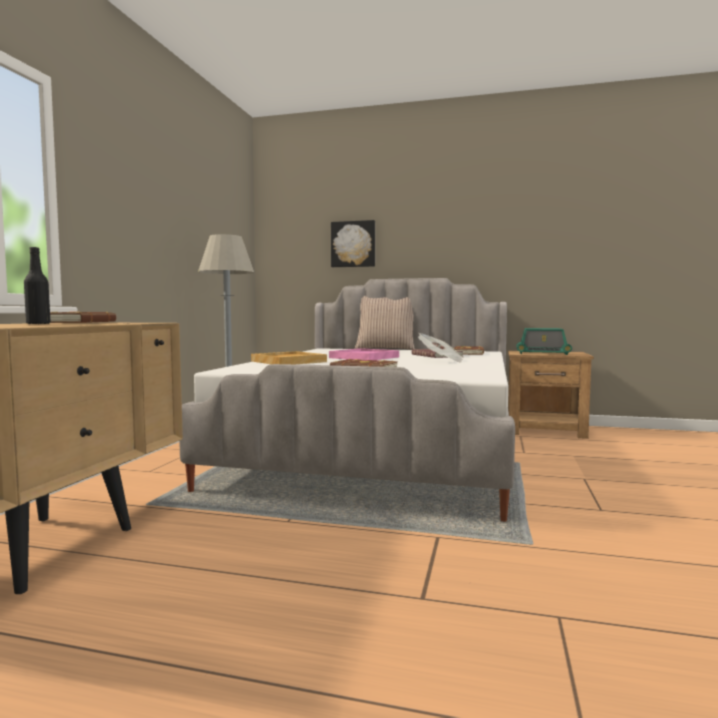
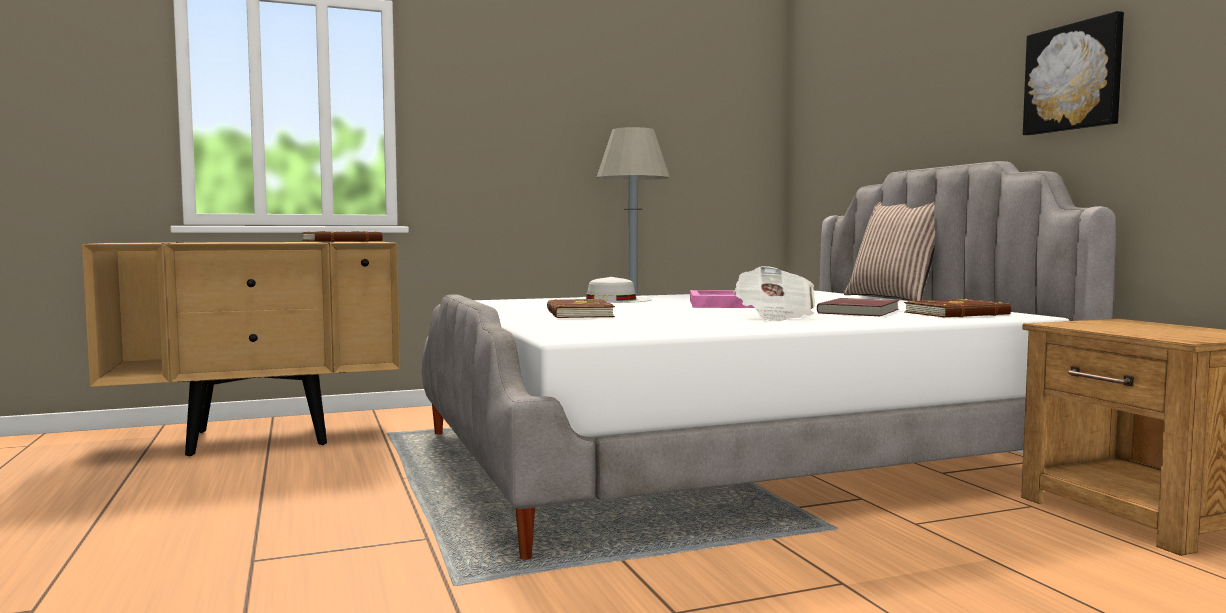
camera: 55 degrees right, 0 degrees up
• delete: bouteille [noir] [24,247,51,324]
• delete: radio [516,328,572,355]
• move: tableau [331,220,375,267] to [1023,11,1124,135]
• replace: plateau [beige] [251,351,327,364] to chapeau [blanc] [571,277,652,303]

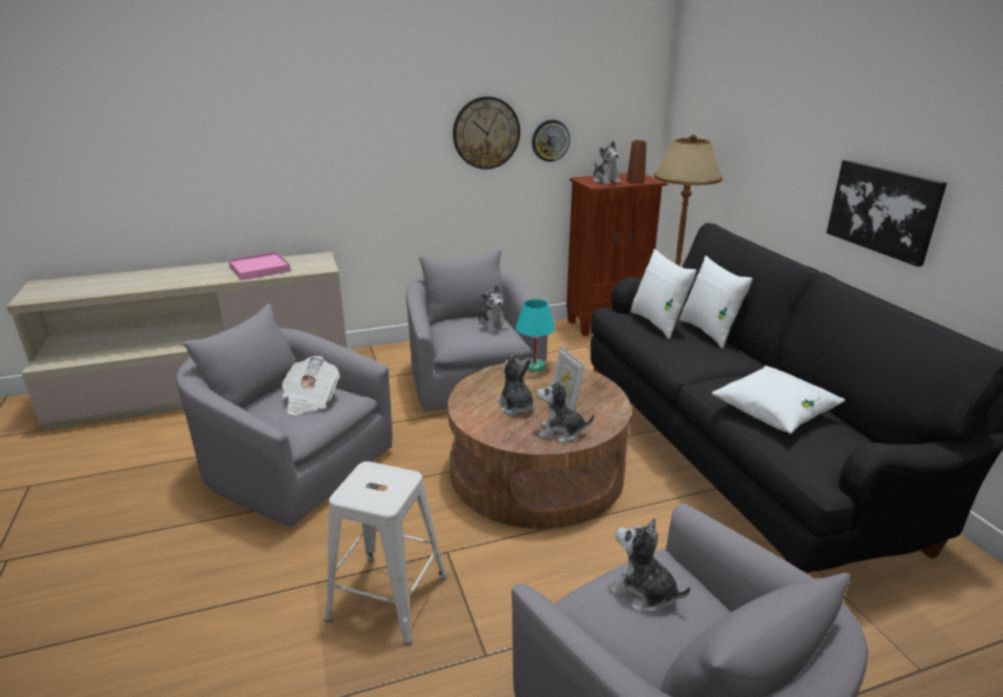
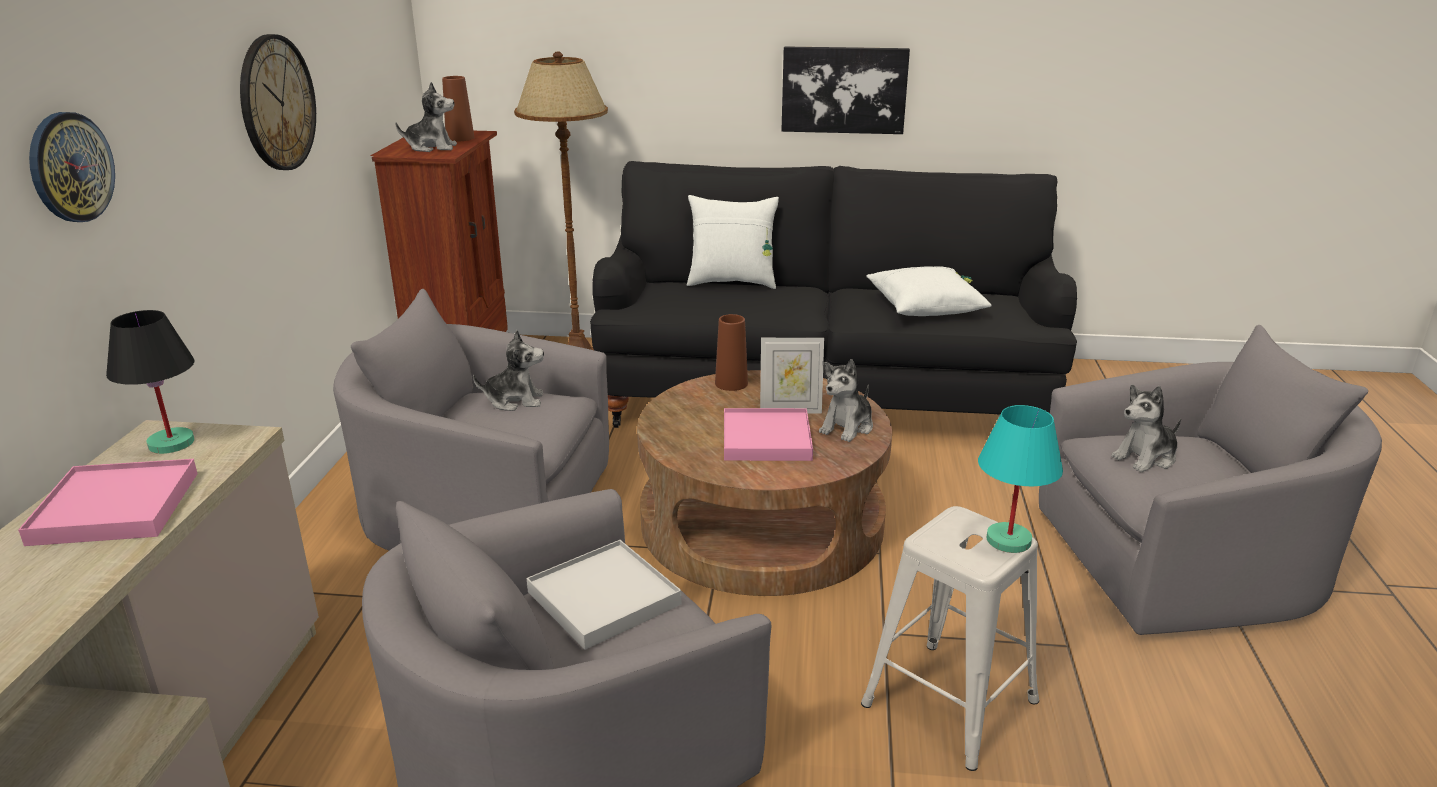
camera: 65 degrees left, 0 degrees up
• delete: coussin [blanc] [630,249,697,339]
• insert: lampe de table [noir] [106,310,194,454]
• insert: vase [marron] [715,314,748,391]
• move: lampe de table [turquoise] [516,299,555,372] to [978,405,1063,553]
• move: horloge murale [532,120,570,162] to [29,112,115,222]
• replace: journal [281,356,340,415] to plateau [blanc] [526,540,682,650]
• replace: peluche [497,355,535,416] to plateau [rose] [724,408,813,461]

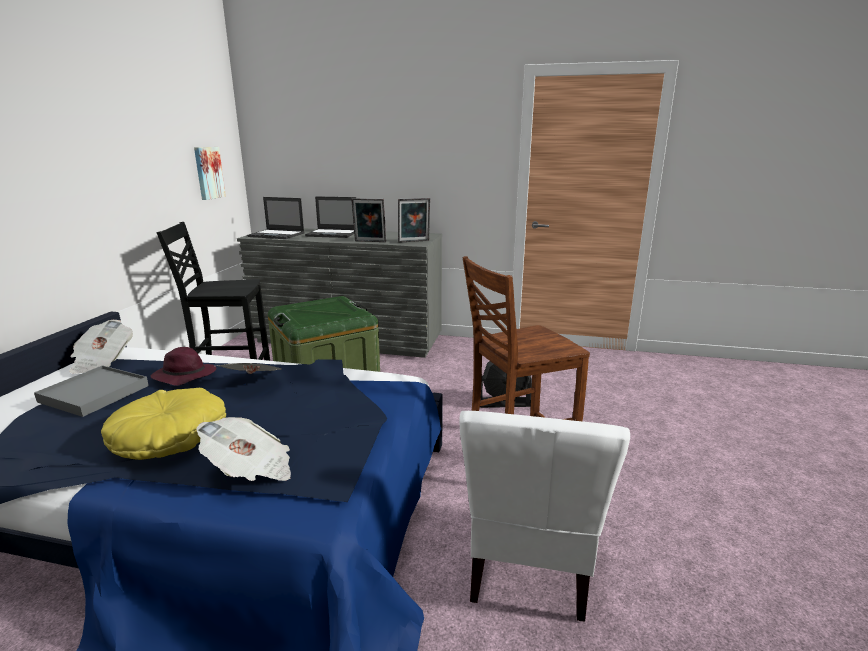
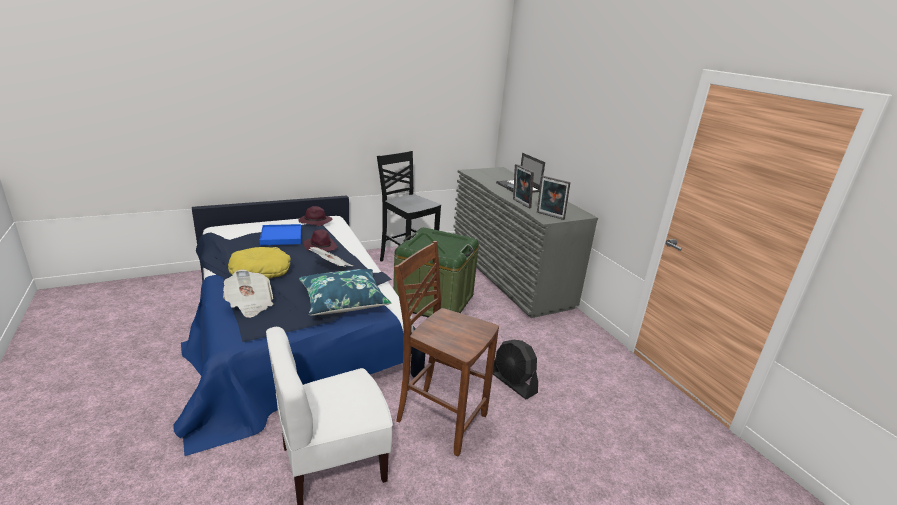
camera: 50 degrees right, 5 degrees up
• delete: tableau [194,147,226,200]
• delete: ordinateur portable [247,197,305,239]
• insert: coussin [bleu] [299,269,391,316]
• replace: journal [70,320,133,374] to chapeau [violet] [298,206,332,226]
• recolor: plateau [gris] [34,365,149,417] to plateau [bleu] [260,224,301,246]

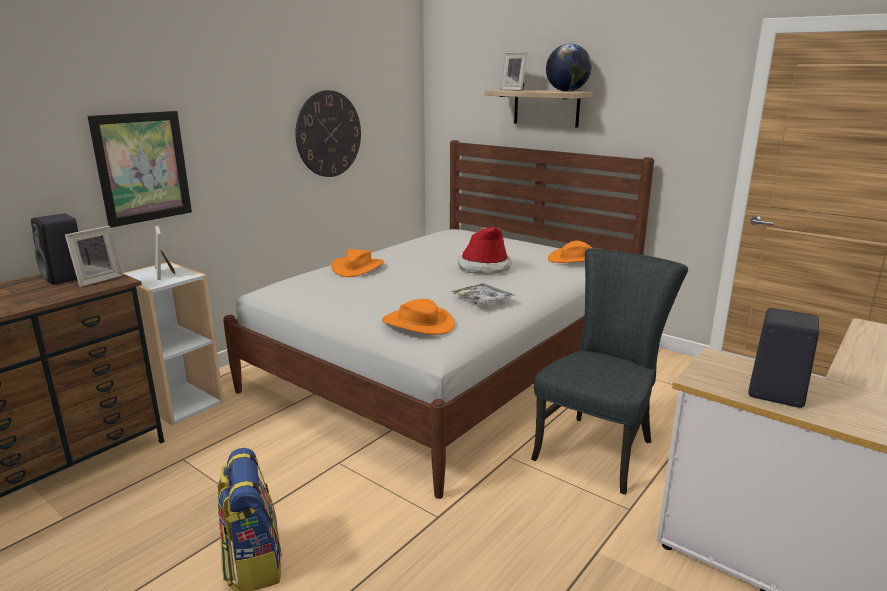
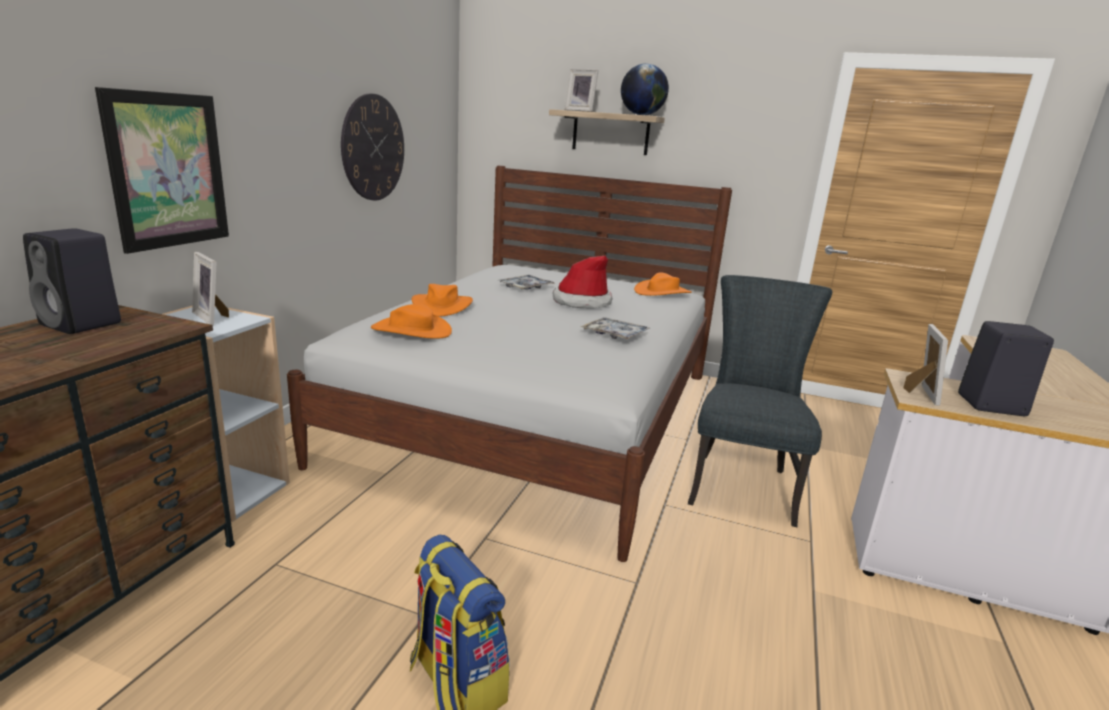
camera: 20 degrees left, 0 degrees up
• insert: plateau [499,275,555,290]
• move: cadre photo [65,226,123,287] to [903,324,948,406]
• move: chapeau [orange] [382,299,455,335] to [371,304,452,339]

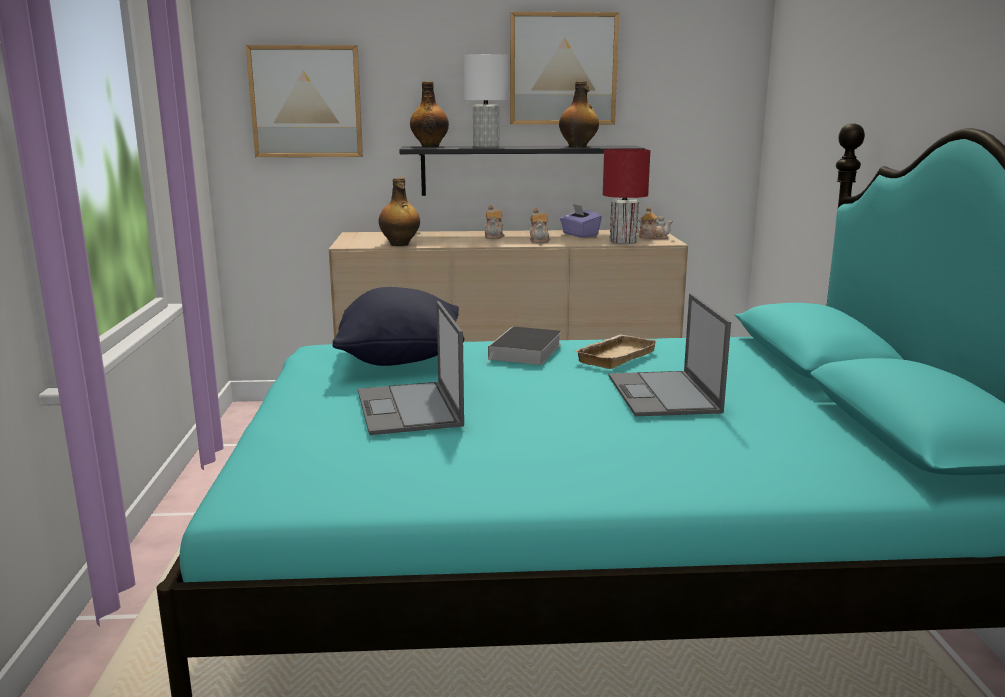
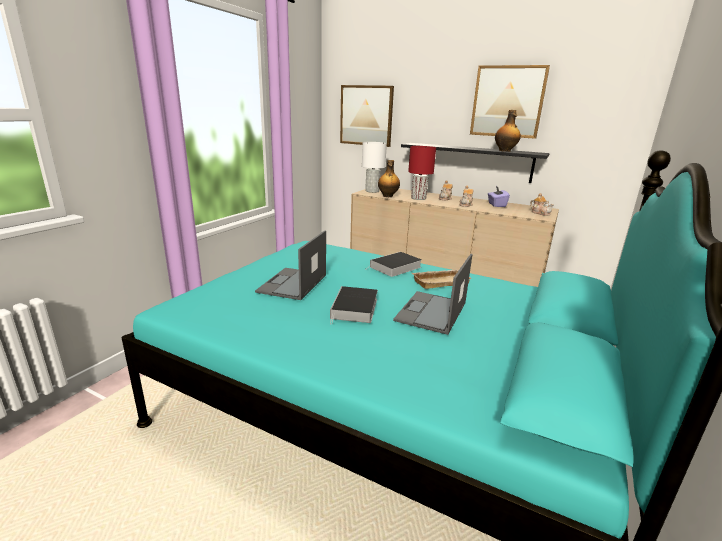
camera: 30 degrees right, 5 degrees up
• delete: coussin [noir] [332,287,464,366]
• delete: bouteille [410,81,449,147]
• insert: livre [330,286,378,324]
• move: lampe de table [blanc] [464,54,508,148] to [362,142,387,193]
• move: lampe de table [rouge] [603,149,650,244] to [408,146,436,200]

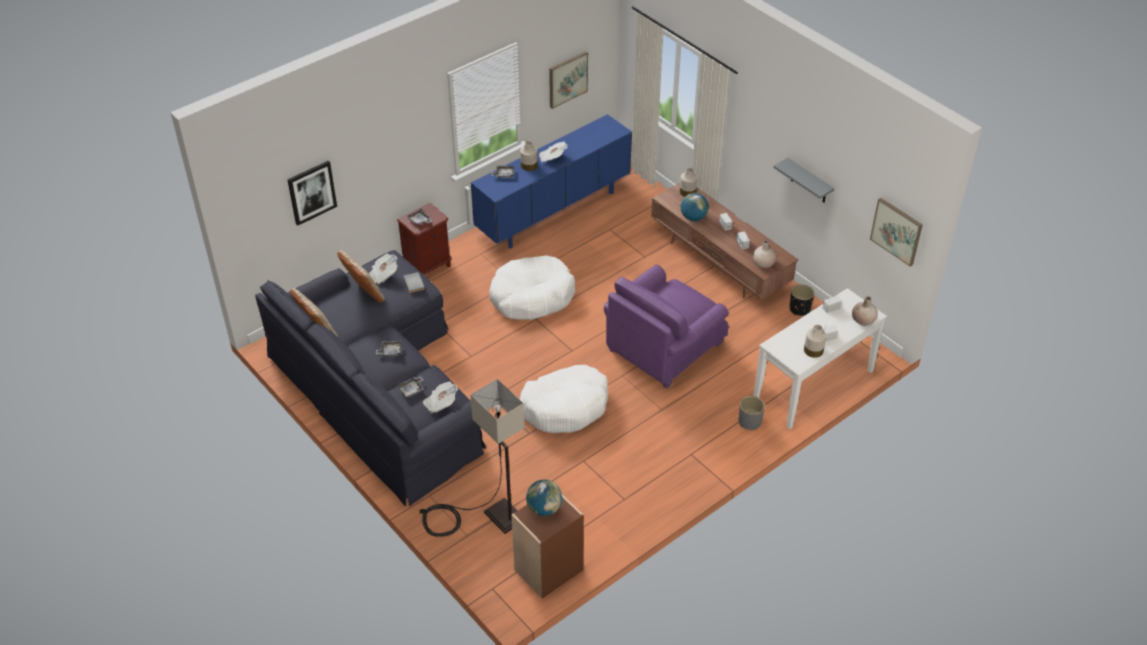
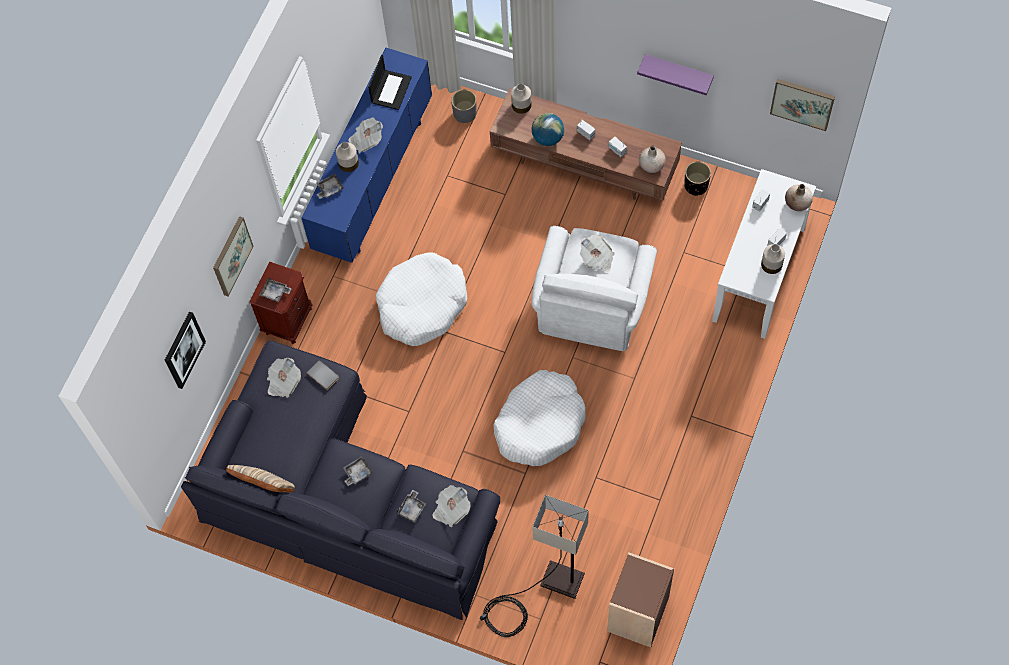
camera: 25 degrees left, 20 degrees up
• delete: coussin [beige] [337,250,384,302]
• delete: globe [526,480,562,516]
• insert: ordinateur portable [368,54,412,110]
• insert: journal [580,235,615,272]
• move: tableau [549,51,588,109] to [213,216,254,296]
• move: cache-pot [gris] [739,396,765,430] to [451,89,477,123]
• recolor: fauteuil [violet] [604,265,729,388] to fauteuil [blanc] [531,226,657,351]
• recolor: étagère [gris] [774,158,834,203] to étagère [violet] [637,54,714,95]

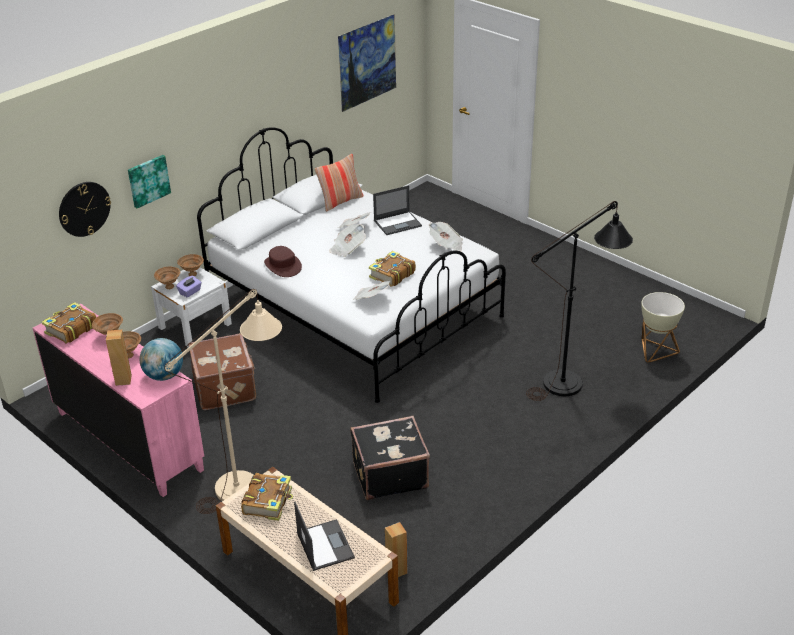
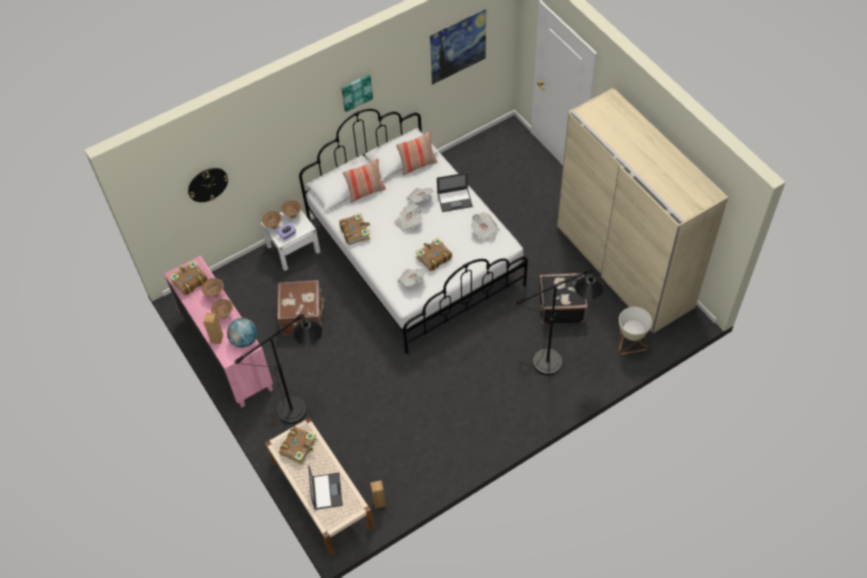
camera: 15 degrees right, 20 degrees up
• insert: coussin [343,158,386,203]
• insert: armoire [beige] [557,88,729,333]
• move: tableau [128,155,171,208] to [341,75,373,112]
• move: valise [noir] [350,416,430,500] to [539,273,588,324]
• replace: chapeau [marron] [264,246,302,277] to livre [339,213,370,245]
• recolor: lampadaire [beige] [164,289,282,514] to lampadaire [noir] [235,314,323,428]

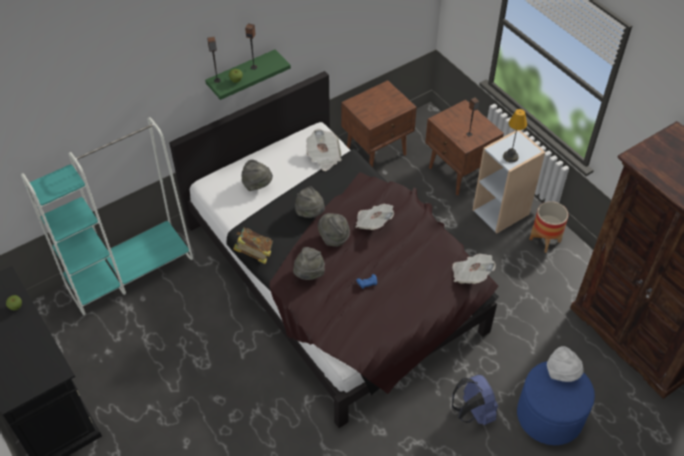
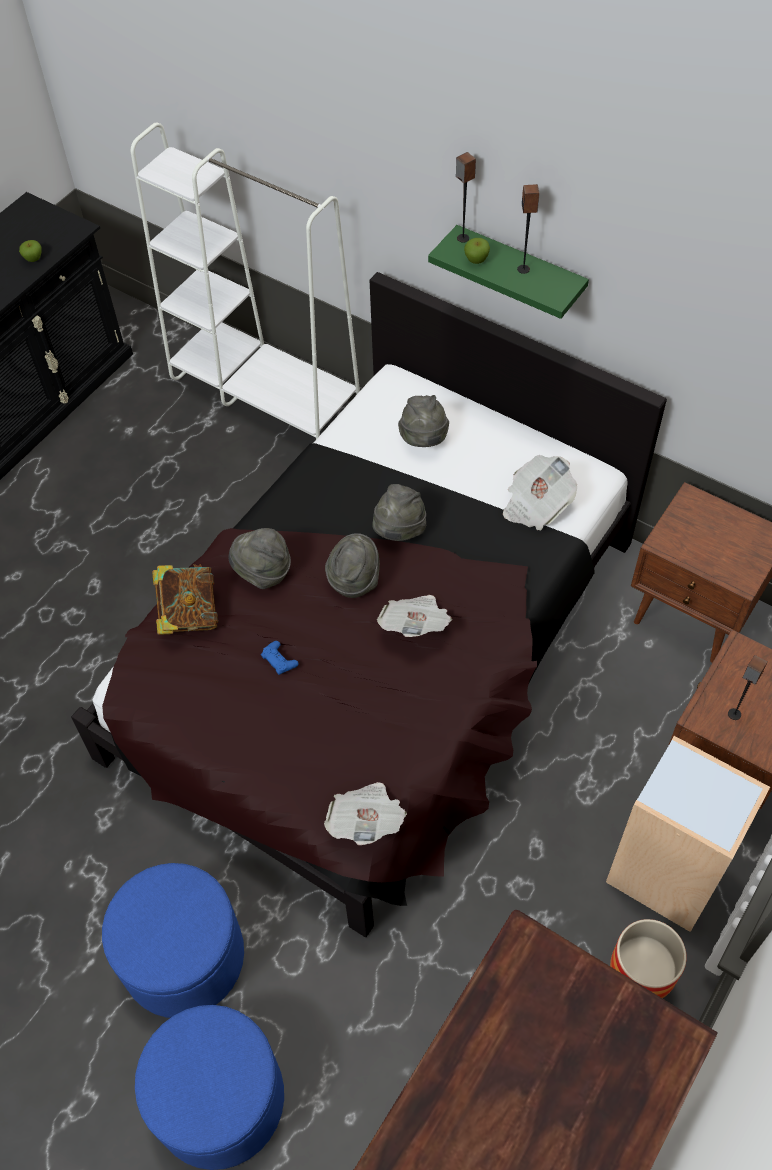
camera: 70 degrees right, 5 degrees up
• delete: lampe de table [503,109,527,163]
• delete: chapeau [blanc] [547,346,584,382]
• move: livre [233,227,273,264] to [152,564,218,635]
• replace: sac à dos [bleu] [452,375,498,425] to pouf [bleu] [102,863,244,1018]
• recolor: portant [turquoise] [21,117,193,315] to portant [blanc] [131,122,360,439]

